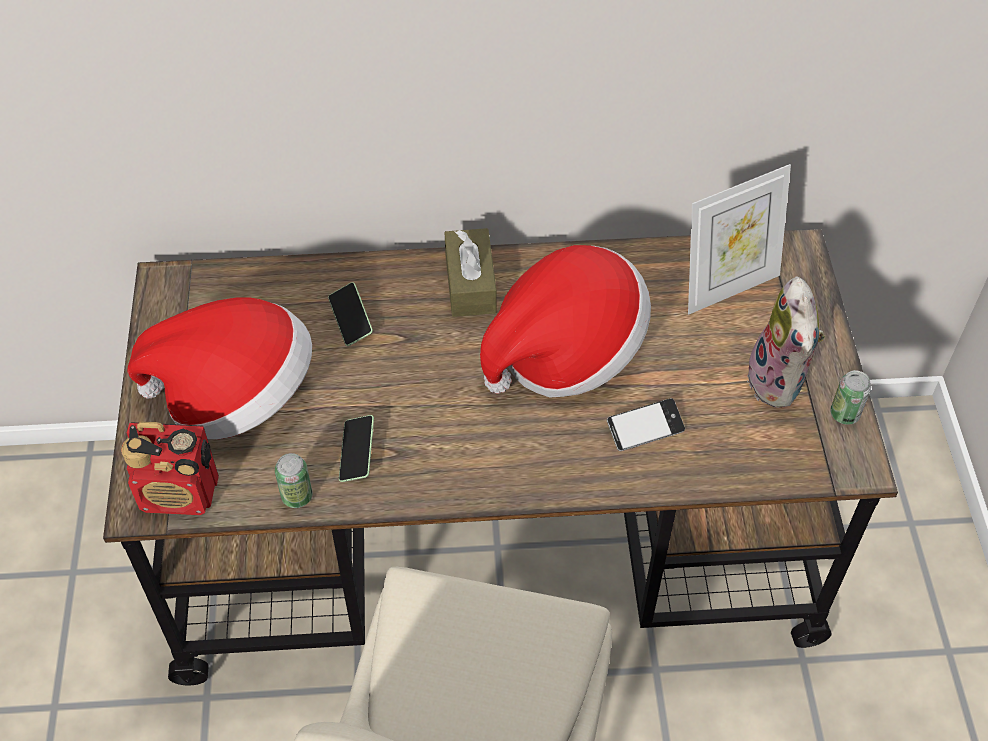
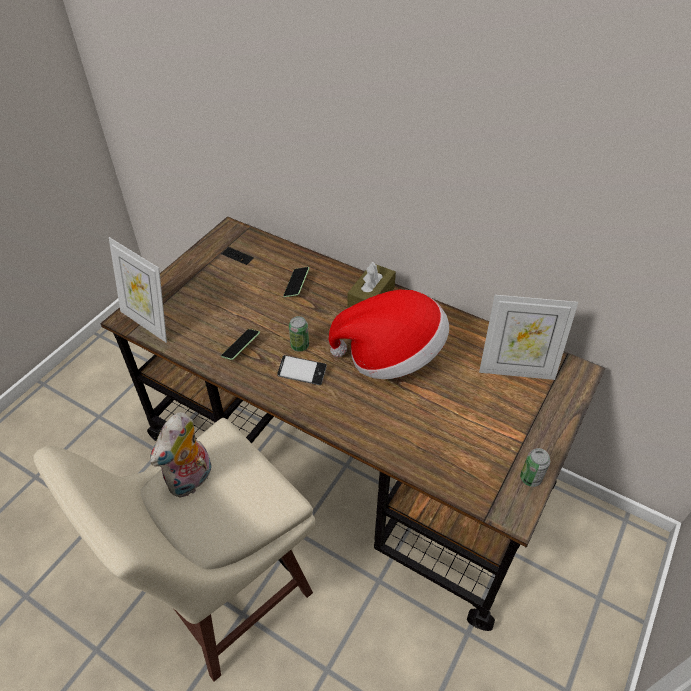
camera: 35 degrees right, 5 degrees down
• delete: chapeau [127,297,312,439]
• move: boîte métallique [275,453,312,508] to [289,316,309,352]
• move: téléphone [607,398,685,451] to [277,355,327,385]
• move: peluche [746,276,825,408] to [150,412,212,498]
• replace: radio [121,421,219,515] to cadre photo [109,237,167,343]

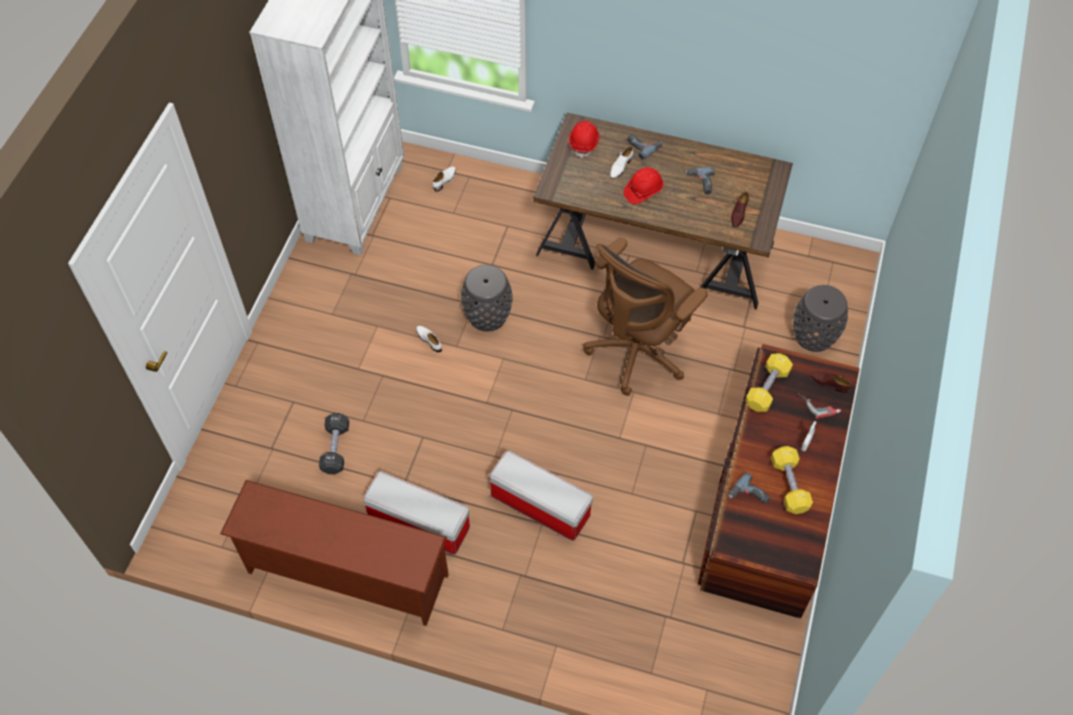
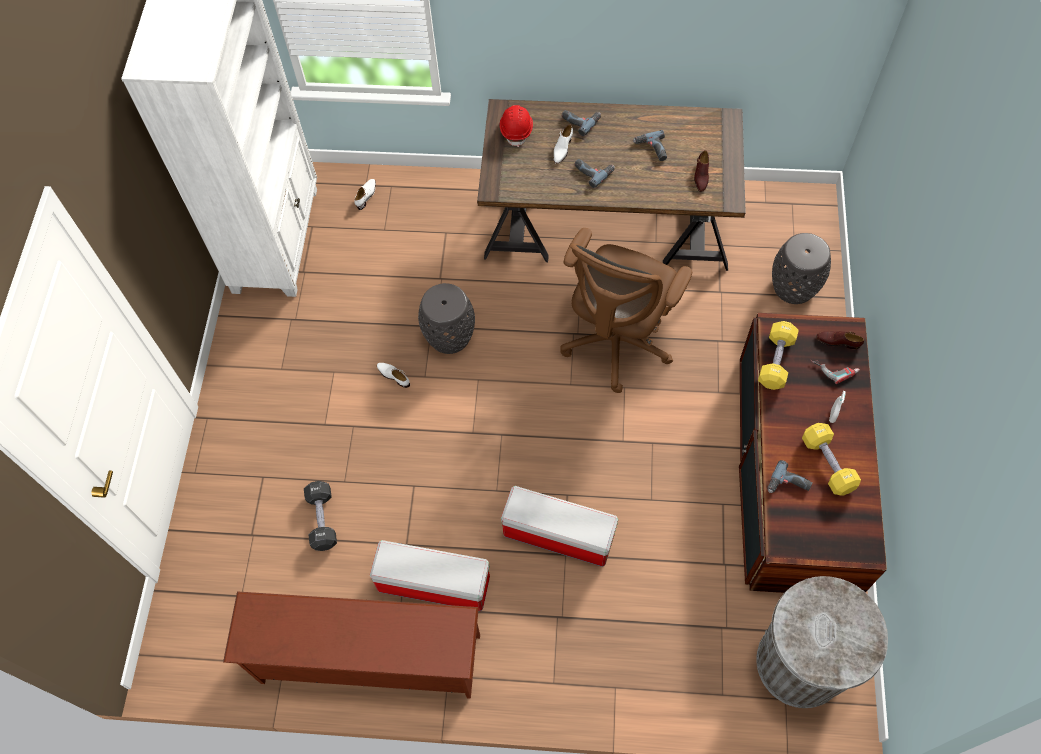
camera: 10 degrees left, 5 degrees up
• insert: poubelle [gris] [756,576,888,708]
• replace: casque de chantier [rouge] [624,167,664,204] to perceuse [574,159,615,188]

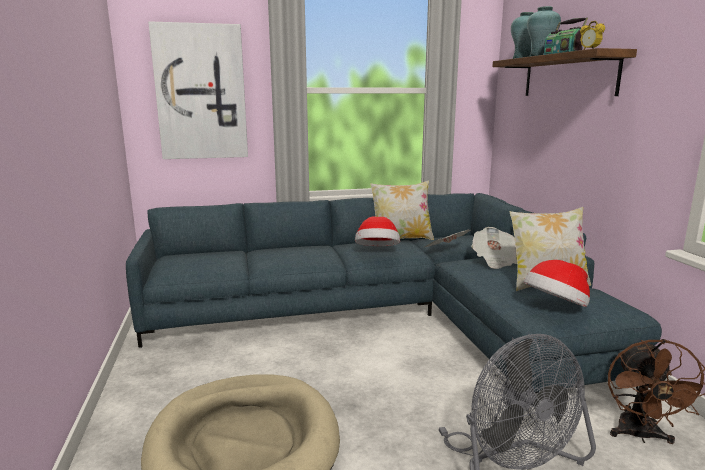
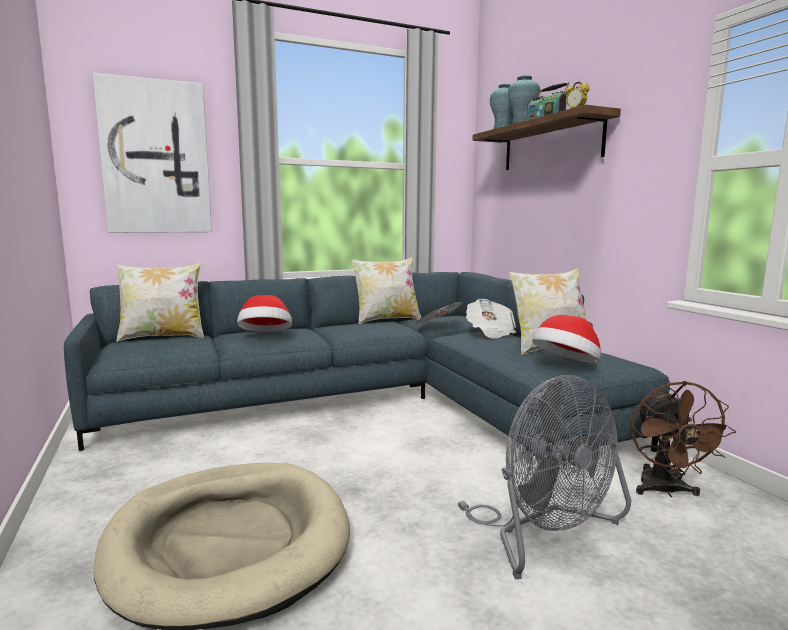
camera: 10 degrees left, 5 degrees down
• insert: coussin [116,262,204,342]
• move: chapeau [355,217,400,246] to [237,295,292,332]

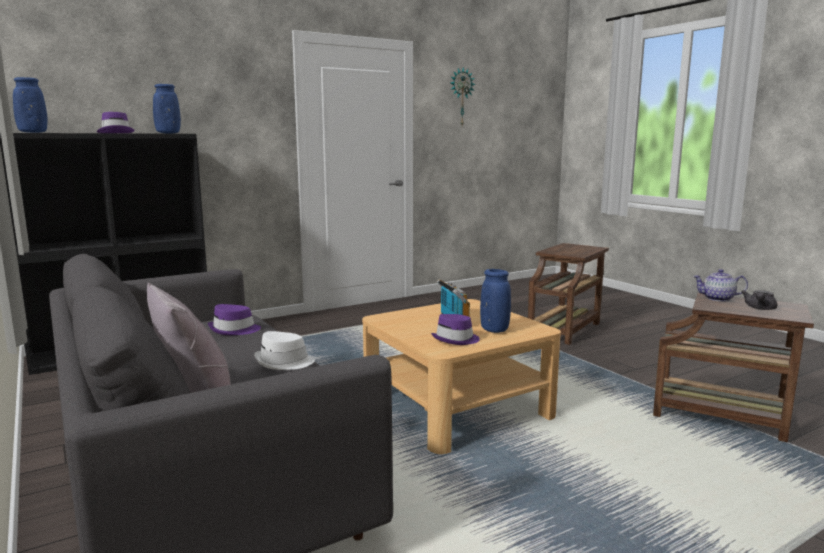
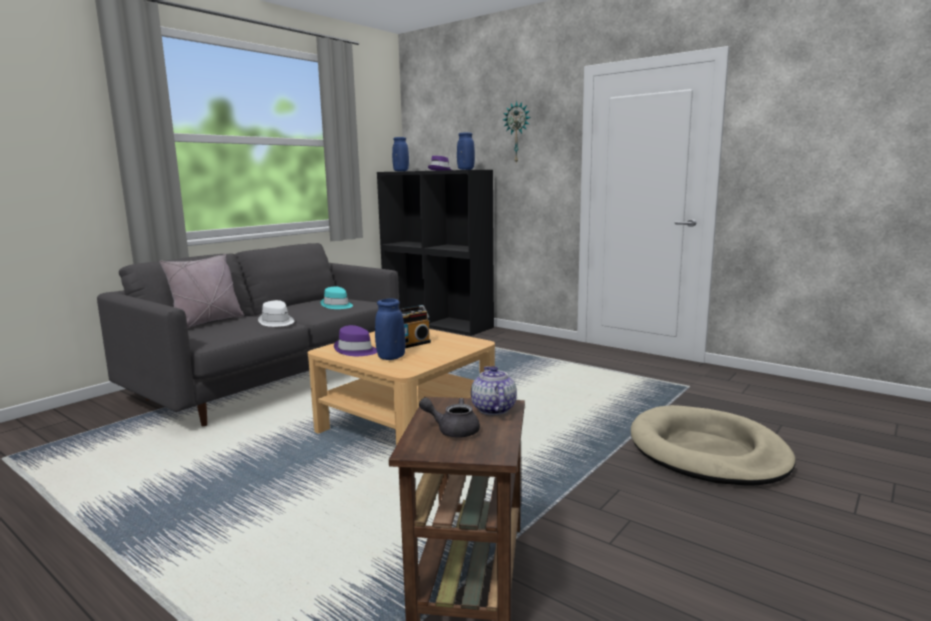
camera: 70 degrees right, 0 degrees up
• move: horloge murale [451,67,476,125] to [503,101,531,164]
• replace: table d'appoint [marron] [528,243,609,345] to panier pour chien [beige] [631,405,796,485]
• recolor: chapeau [violet] [208,304,261,335] to chapeau [turquoise] [320,287,353,309]

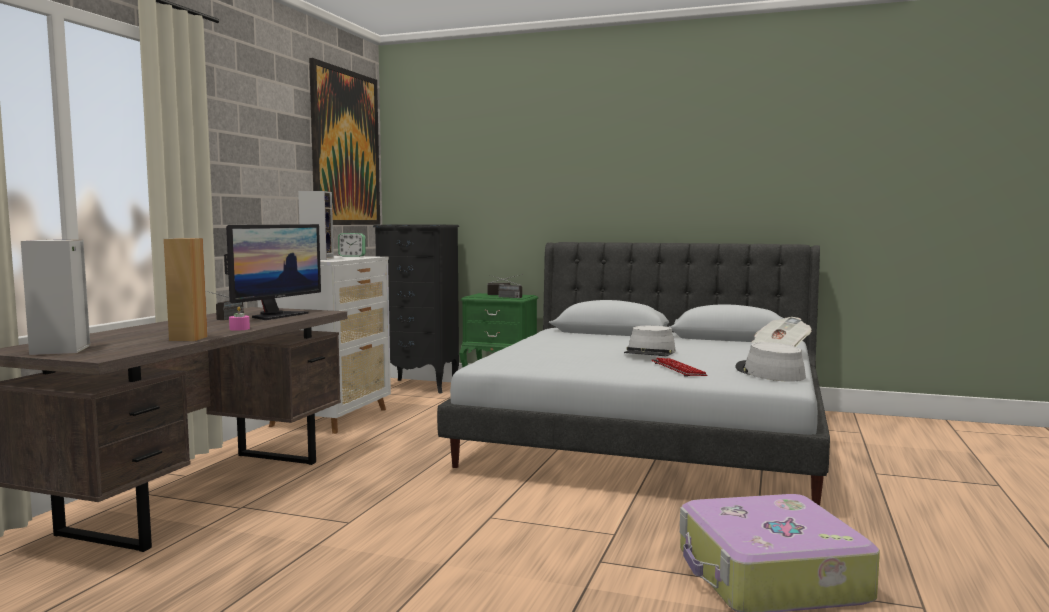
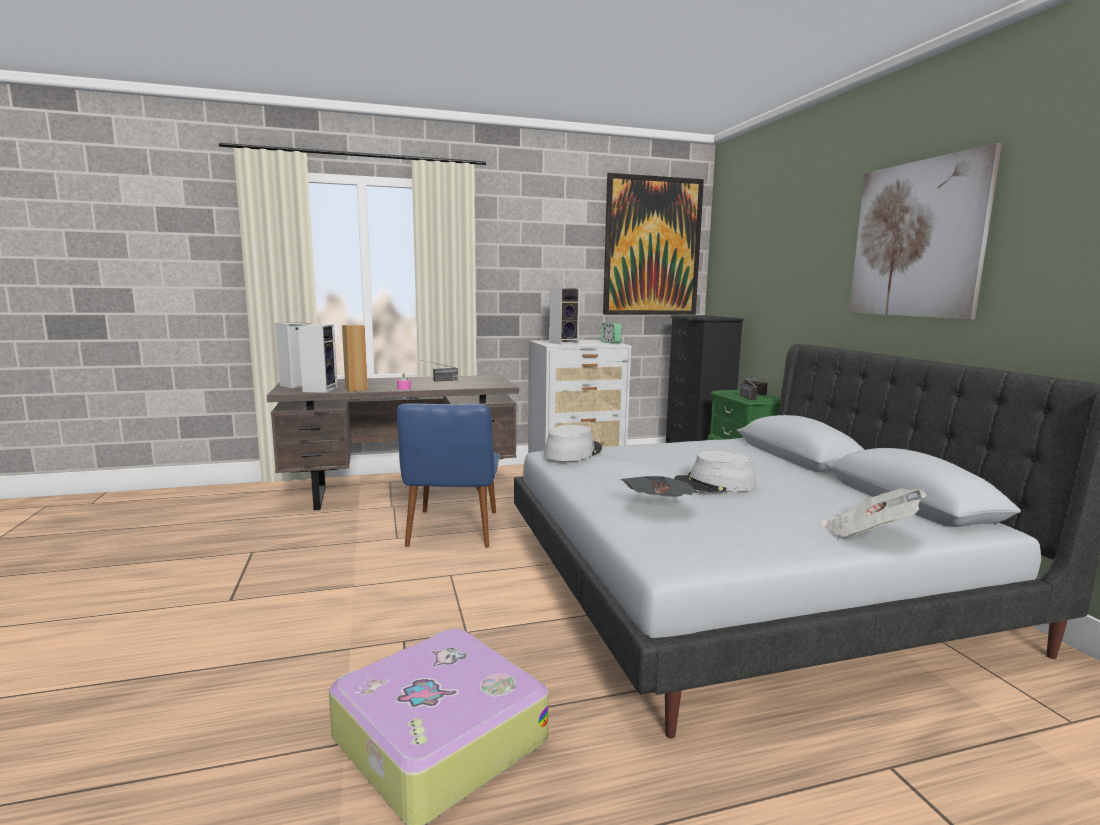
camera: 55 degrees right, 5 degrees up
• delete: écran d'ordinateur [224,224,321,320]
• insert: enceinte [298,324,338,393]
• insert: chaise [bleu] [397,404,500,548]
• insert: tableau [849,143,1001,320]
• move: chapeau [gris] [736,342,806,382] to [544,425,602,461]
• replace: clavier [651,358,707,377] to journal [620,476,698,497]

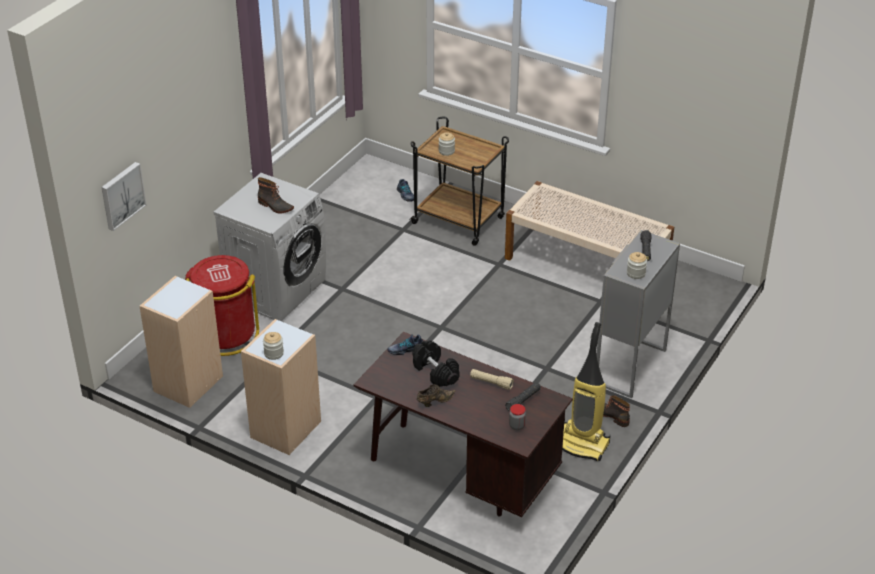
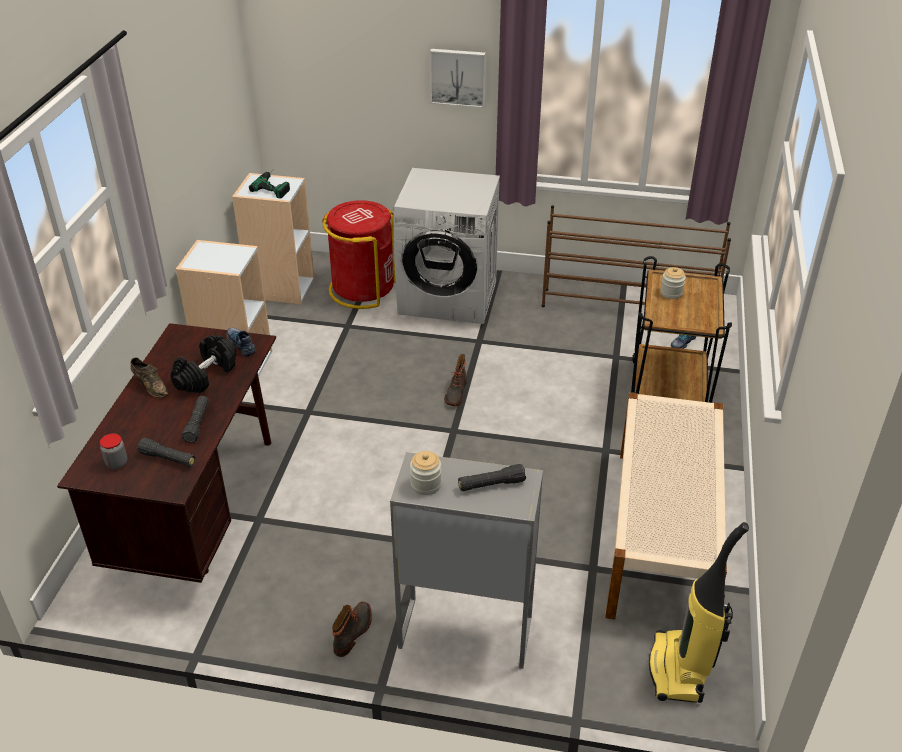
camera: 70 degrees right, 0 degrees up
• delete: bocal [263,332,284,360]
• insert: perceuse [249,170,290,199]
• insert: étagère à chaussures [marron] [542,205,731,307]
• move: tableau [101,162,146,231] to [430,49,486,108]
• move: botte [258,177,294,213] to [444,354,467,406]
• move: aspirateur [562,322,611,461] to [649,522,749,703]
• recolor: lampe de poche [beige] [470,369,514,390] to lampe de poche [noir] [182,396,209,443]

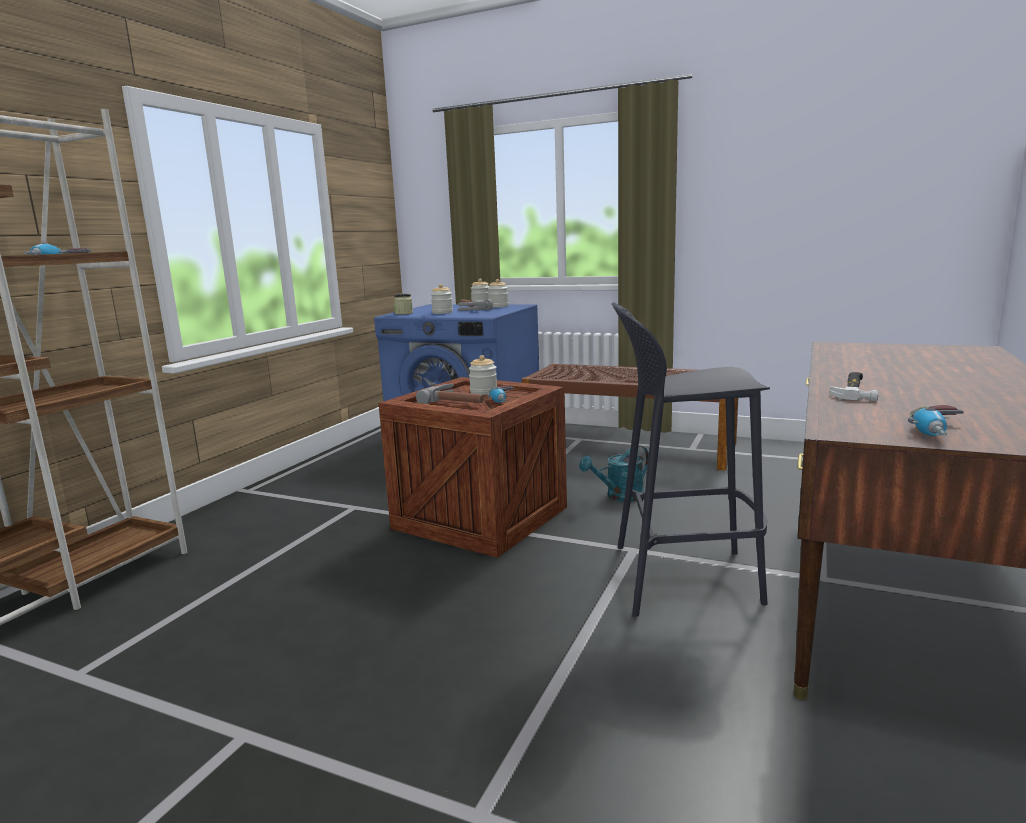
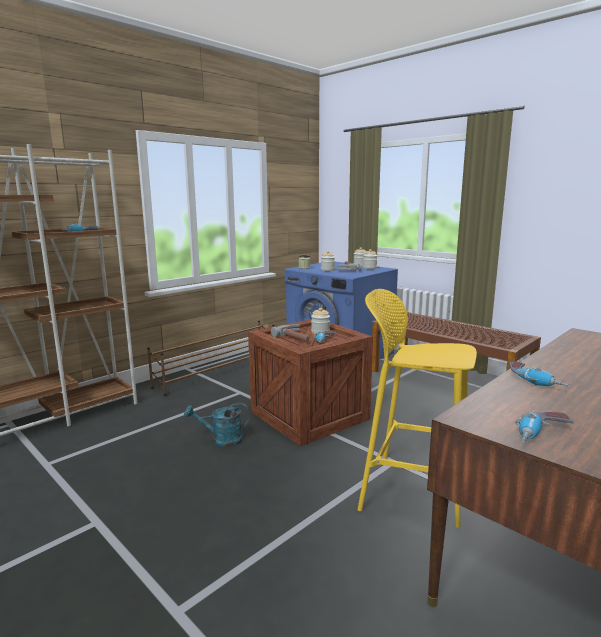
camera: 20 degrees right, 0 degrees up
• insert: étagère à chaussures [marron] [147,321,274,396]
• move: arrosoir [turquoise] [579,445,649,502] to [184,403,249,447]
• replace: marteau [830,372,879,401] to perceuse [509,362,569,386]
• recolor: tabouret [gris] [611,302,770,617] to tabouret [jaune] [358,289,477,528]

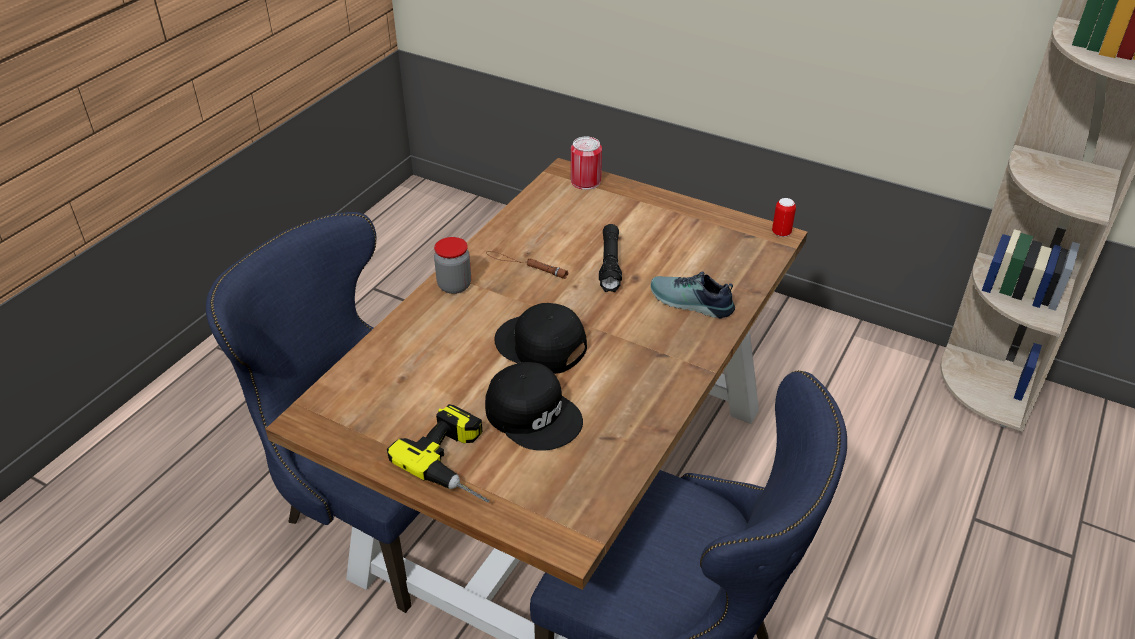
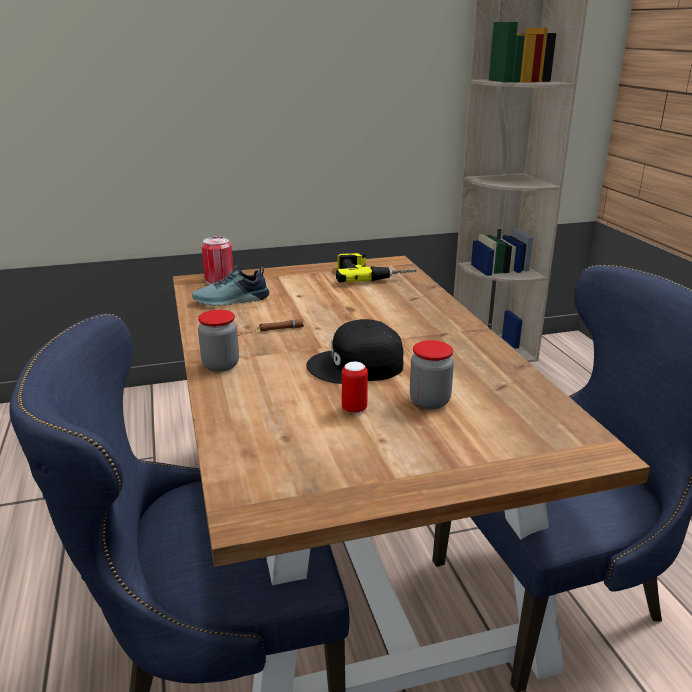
camera: 45 degrees left, 15 degrees down
• delete: lampe de poche [noir] [599,224,622,292]
• move: perceuse [387,404,490,502] to [336,252,417,283]
• move: chaussure [650,272,735,318] to [192,266,269,306]
• move: boîte métallique [772,198,796,237] to [342,362,368,414]
• replace: casquette [noir] [485,362,583,451] to bocal [410,340,454,409]

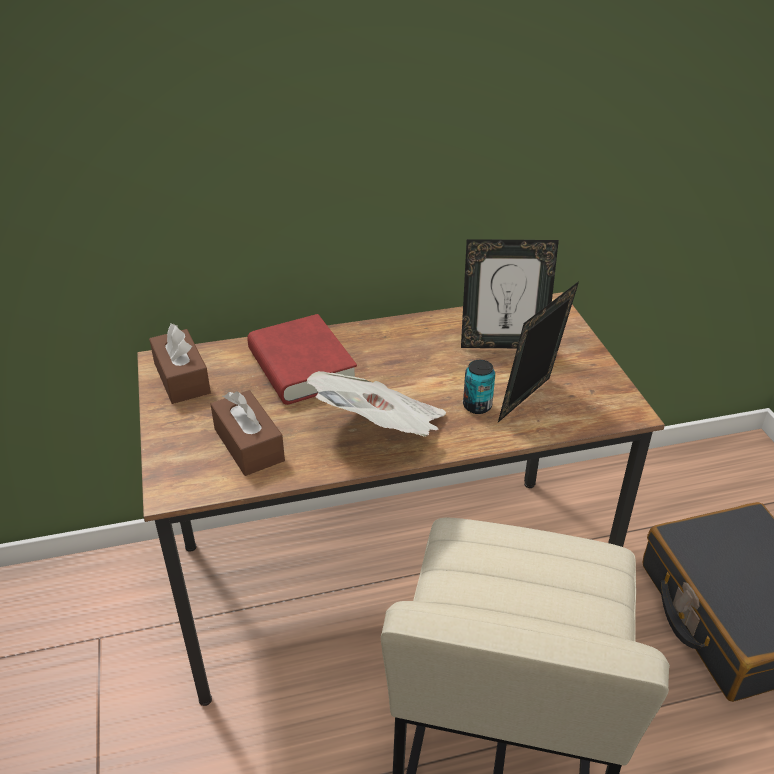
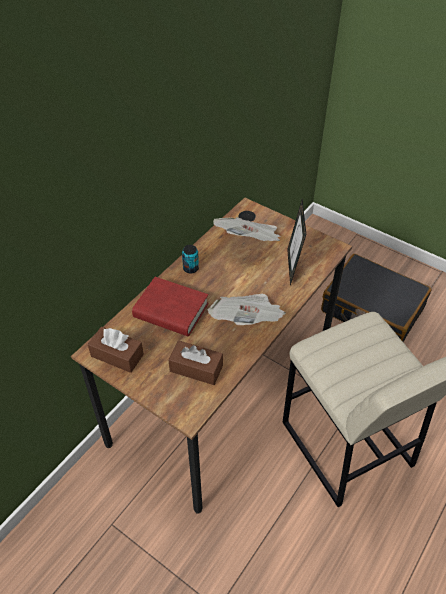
camera: 40 degrees left, 10 degrees up
• move: boîte métallique [463,360,495,414] to [182,245,199,274]
• replace: cadre photo [461,239,559,348] to journal [213,217,280,241]

